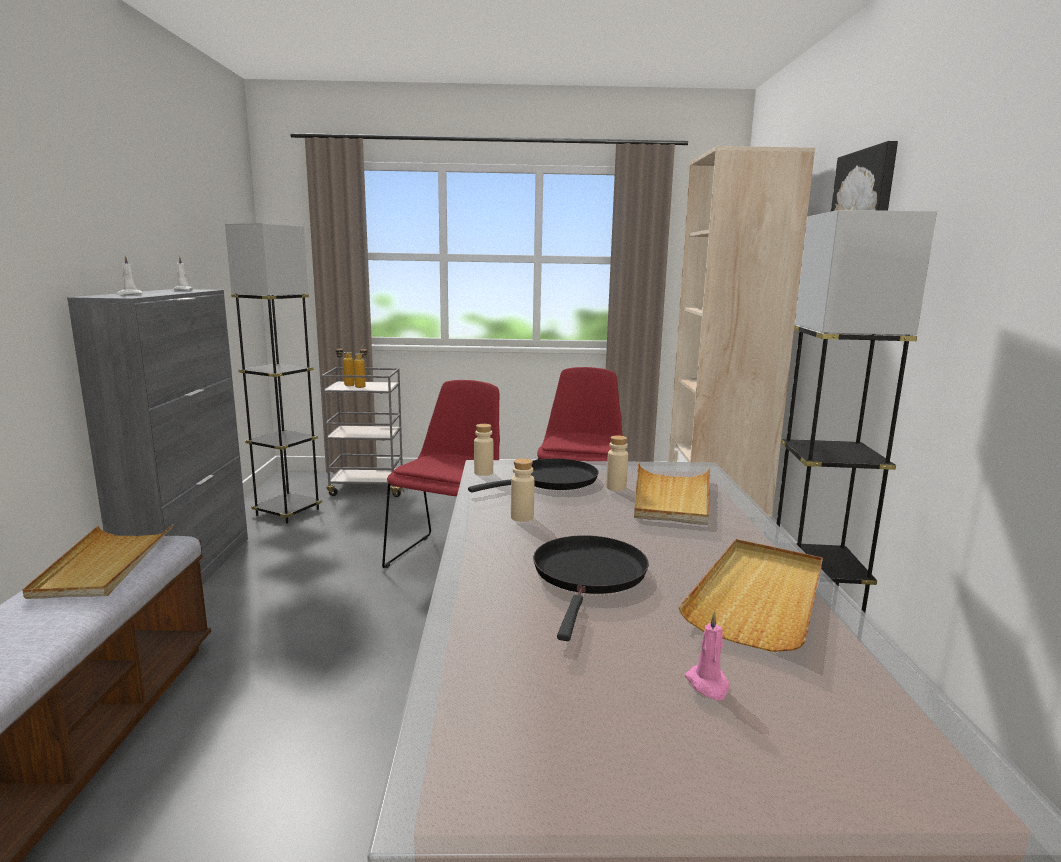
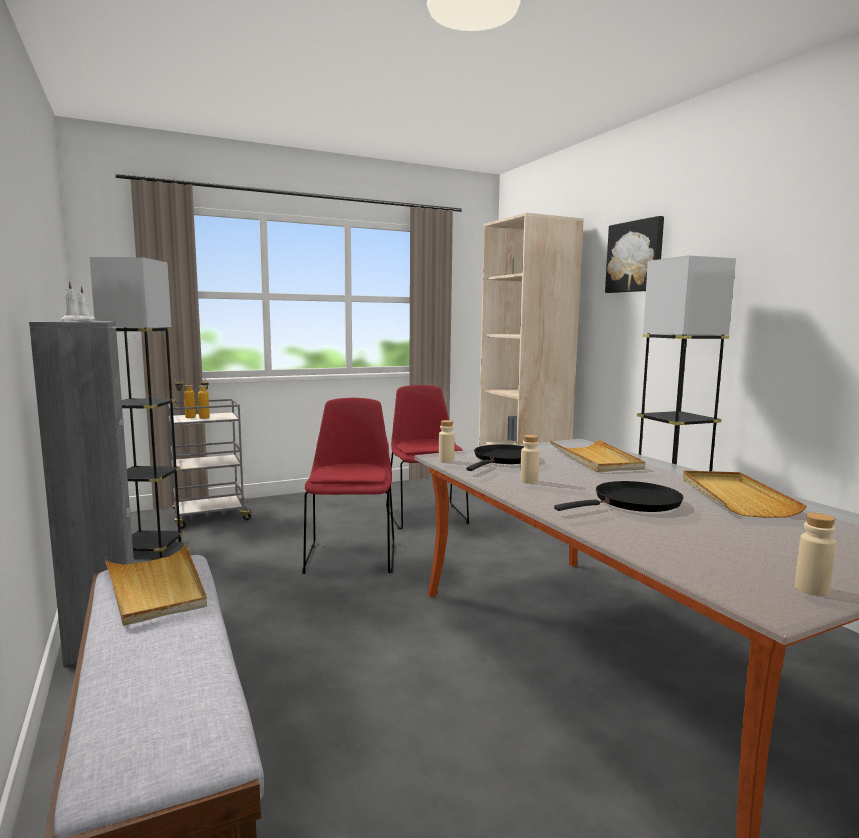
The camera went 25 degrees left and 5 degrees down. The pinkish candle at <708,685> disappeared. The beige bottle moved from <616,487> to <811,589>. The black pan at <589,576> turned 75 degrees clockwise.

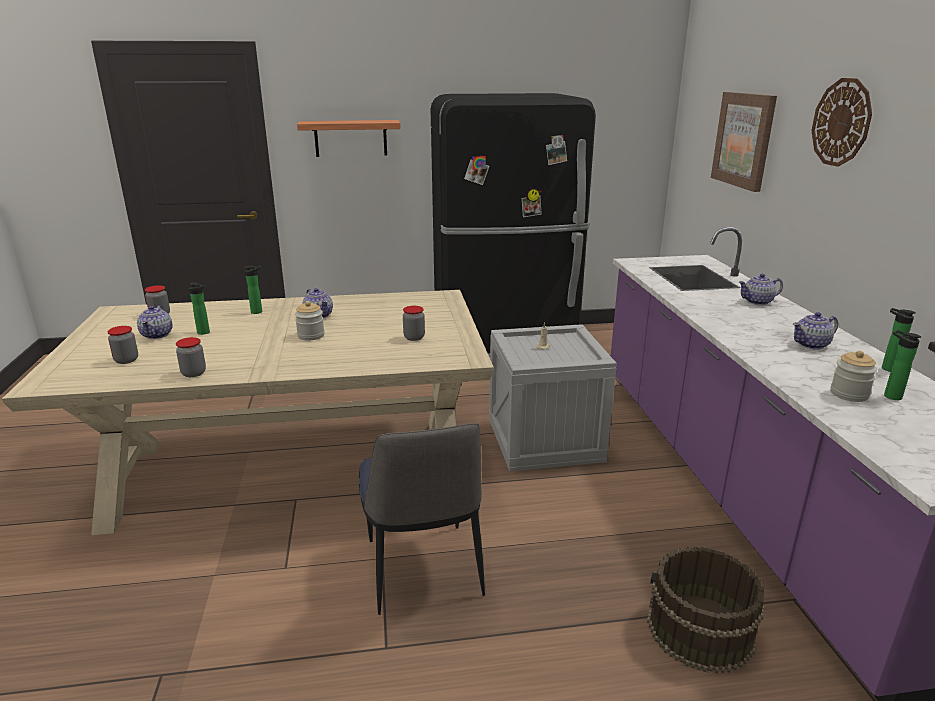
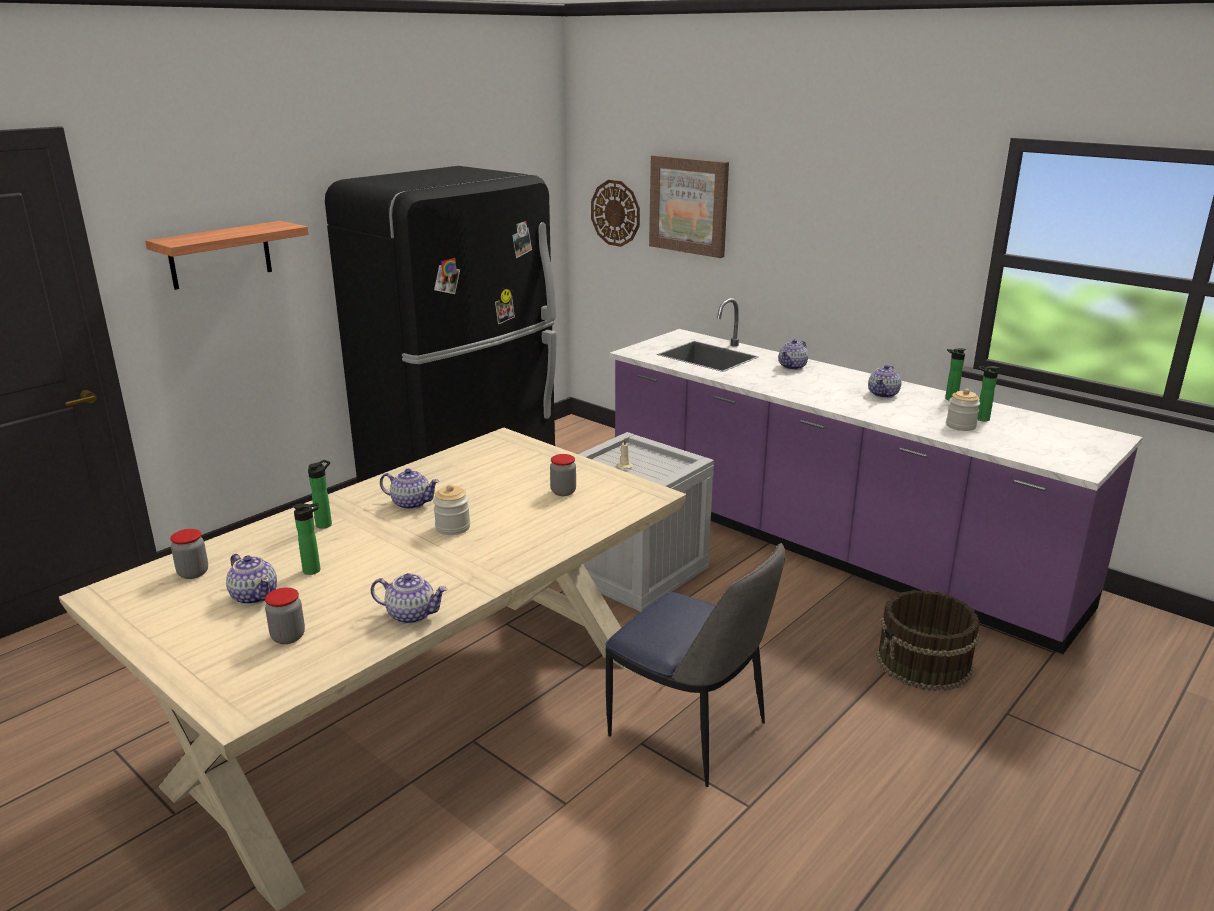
The camera went 40 degrees left and 0 degrees up. The clock on the wall moved from <841,122> to <615,213>. The preserve jar at <194,373> was replaced by the tea pot at <412,614>.

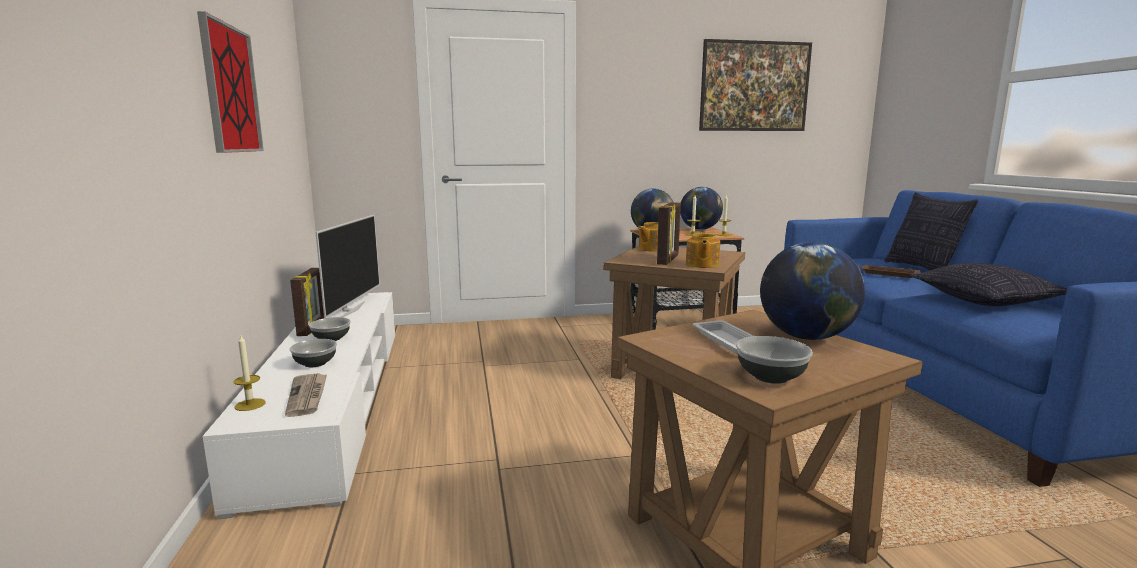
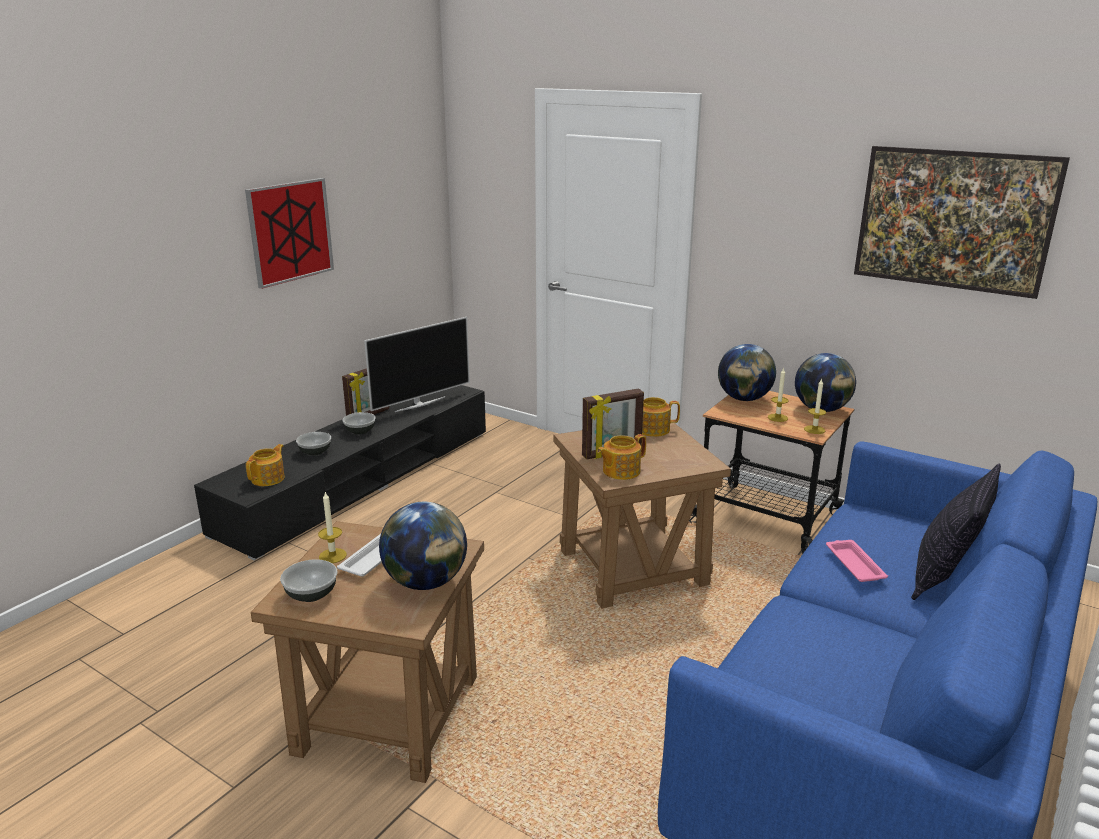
The camera went 45 degrees right and 10 degrees up. The cushion at <985,301> disappeared. The candle moved from <250,404> to <332,556>. The printed paper at <308,396> was replaced by the tea pot at <269,478>. The whitish tv unit at <334,400> became the black tv unit at <361,479>. The brownish carrying tray at <888,274> became the pinkish carrying tray at <854,564>.

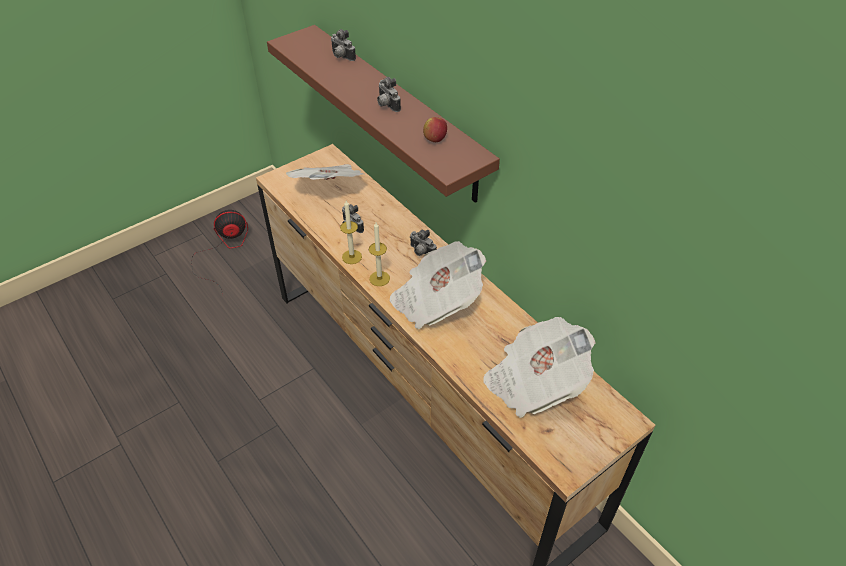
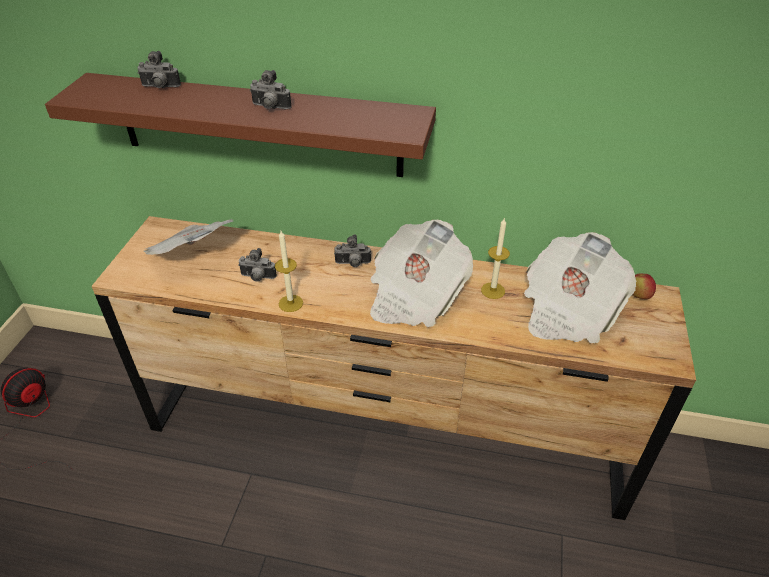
The camera went 40 degrees left and 5 degrees down. The candle moved from <379,278> to <493,290>. The whole apple moved from <435,139> to <638,296>.

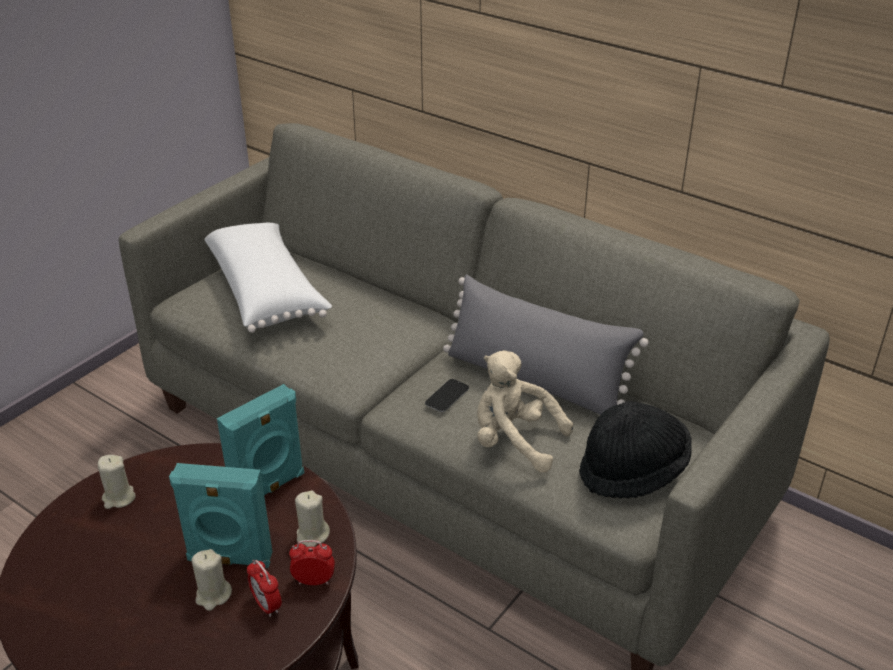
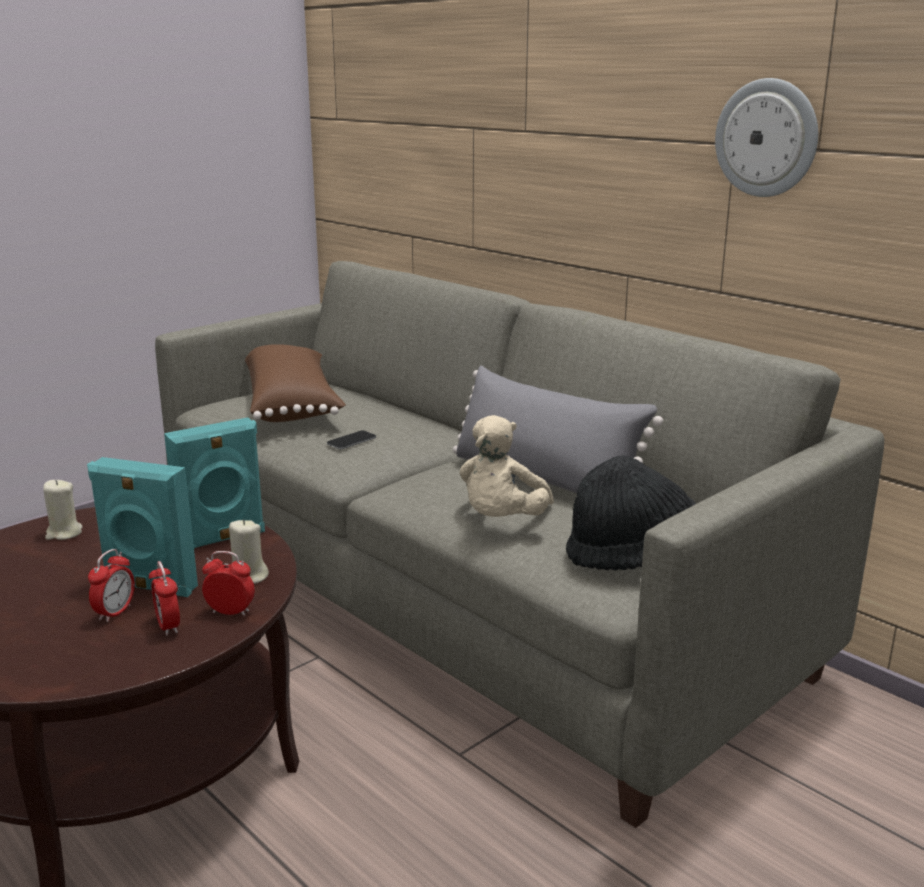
The camera went 10 degrees right and 15 degrees down. The clock on the wall at <767,138> appeared. The handset moved from <447,396> to <351,441>. The beige candle at <213,595> was replaced by the alarm clock at <115,613>. The whitish cushion at <267,292> became the brownish cushion at <292,405>. The beige soft toy at <514,441> turned 105 degrees counterclockwise.

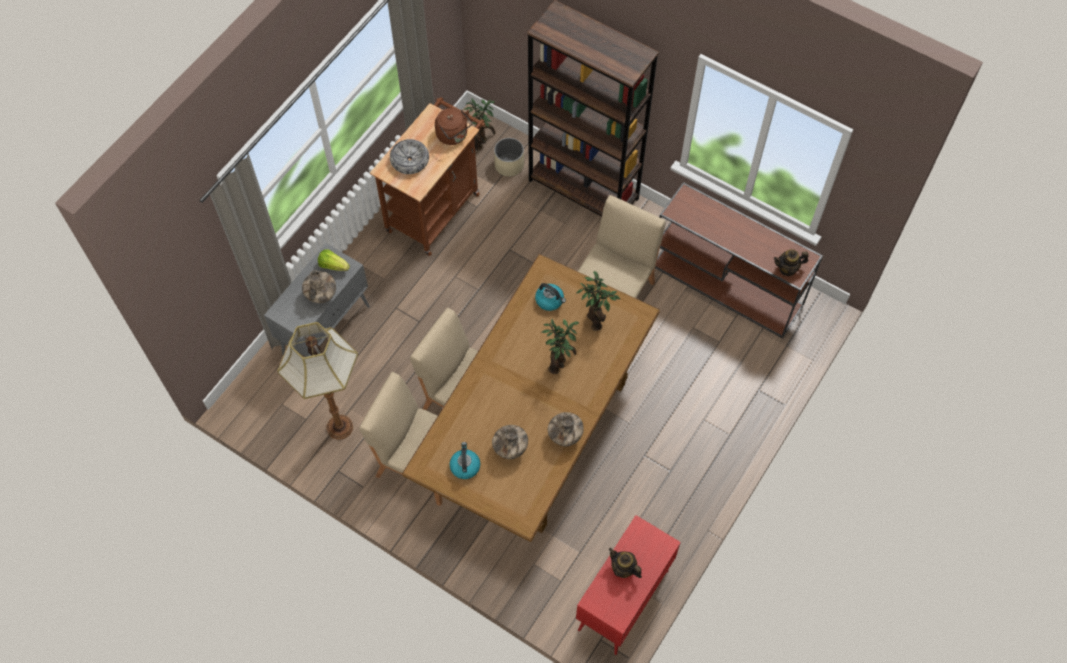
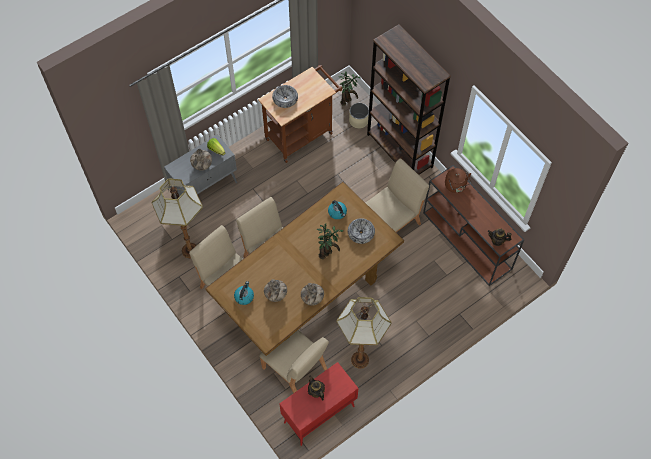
The camera went 20 degrees right and 0 degrees up. The beige upright chair at <295,369> appeared. The standing lamp at <360,360> appeared. The brownish kettle moved from <453,136> to <456,186>. The houseplant at <595,318> was replaced by the bowl at <361,233>.

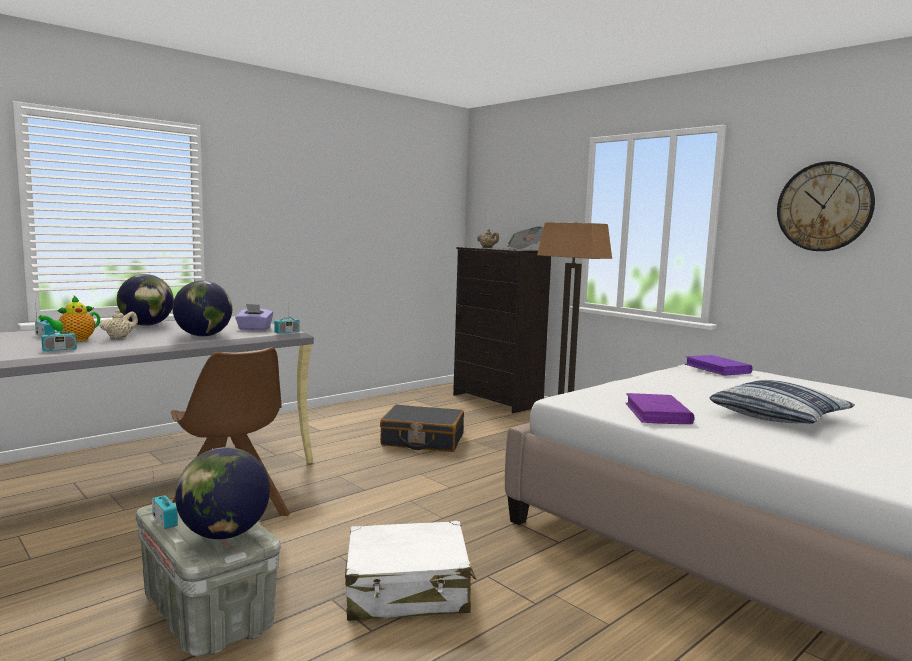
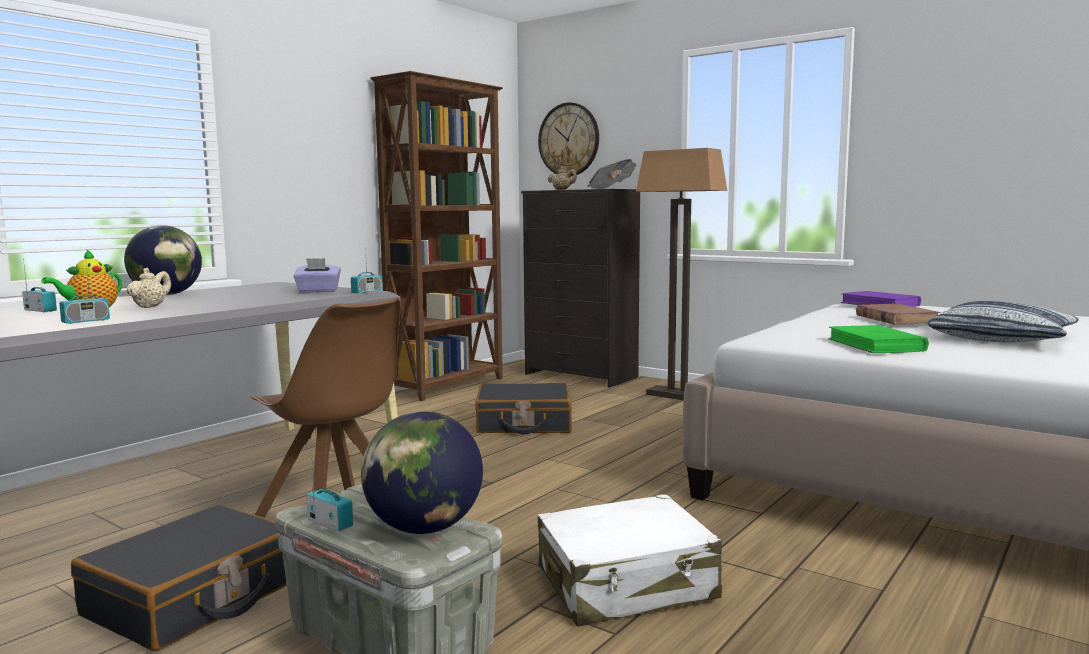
The camera went 10 degrees left and 0 degrees up. The globe at <204,336> disappeared. The black travel case at <194,598> appeared. The brownish bookcase at <448,386> appeared. The brownish book at <896,319> appeared. The clock on the wall moved from <824,207> to <569,140>. The purplish book at <657,413> became the green book at <876,345>.

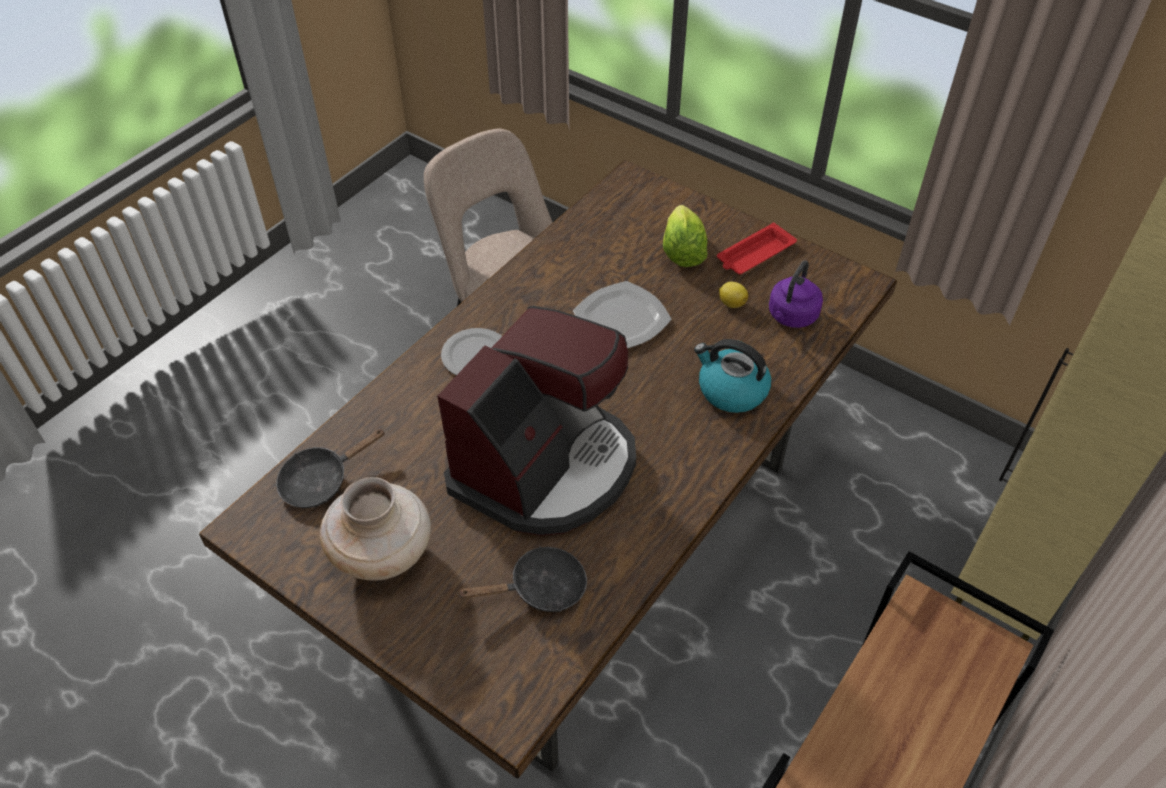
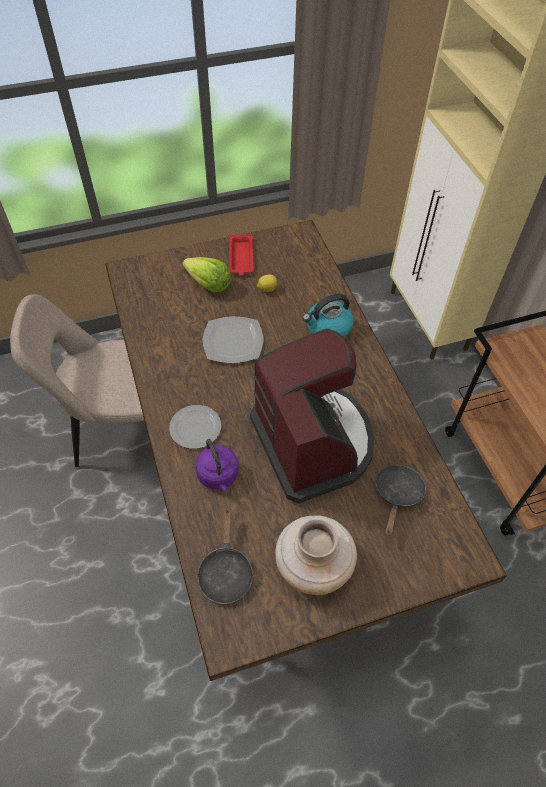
The camera went 55 degrees left and 5 degrees up. The purplish kettle moved from <791,317> to <218,476>.

